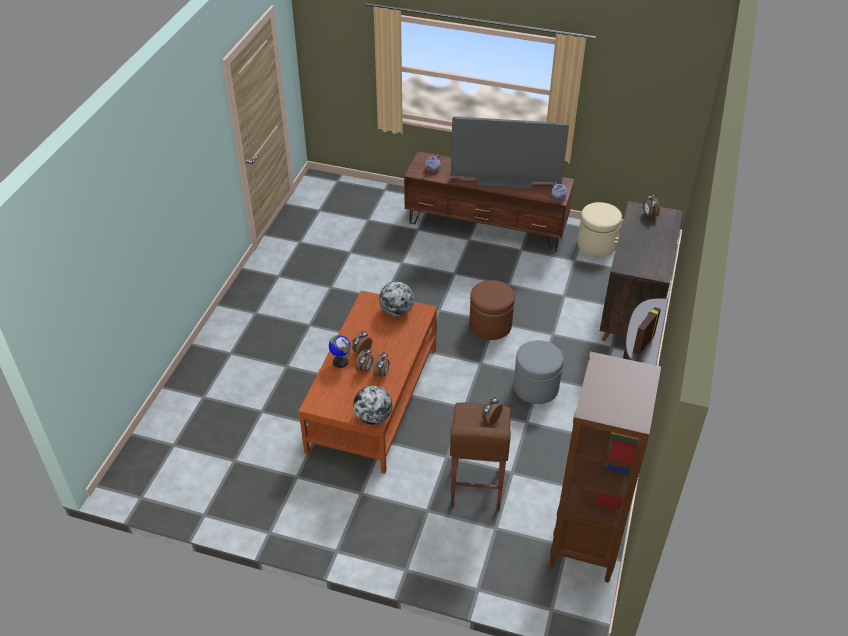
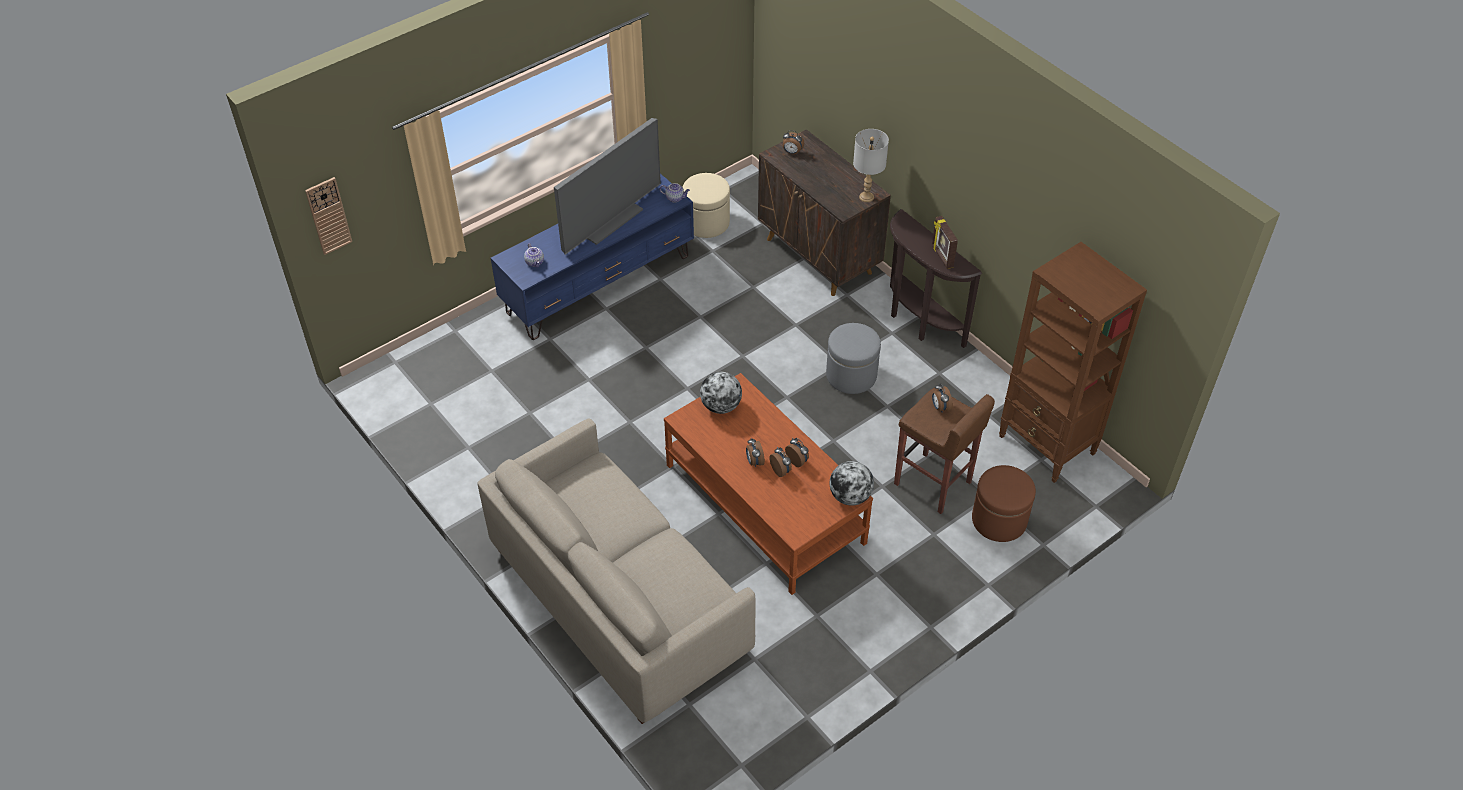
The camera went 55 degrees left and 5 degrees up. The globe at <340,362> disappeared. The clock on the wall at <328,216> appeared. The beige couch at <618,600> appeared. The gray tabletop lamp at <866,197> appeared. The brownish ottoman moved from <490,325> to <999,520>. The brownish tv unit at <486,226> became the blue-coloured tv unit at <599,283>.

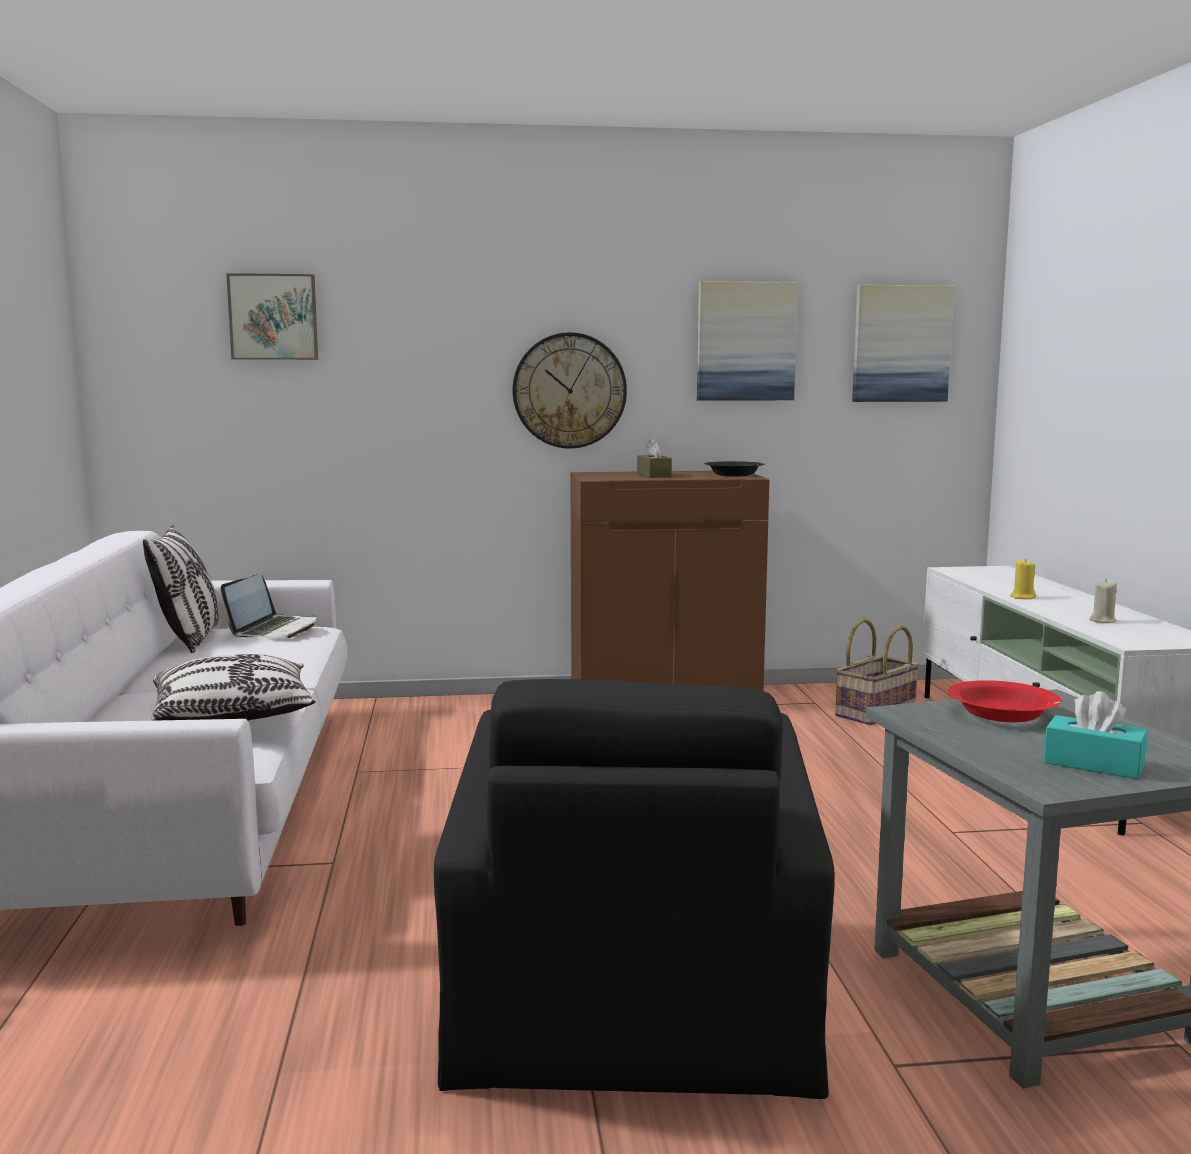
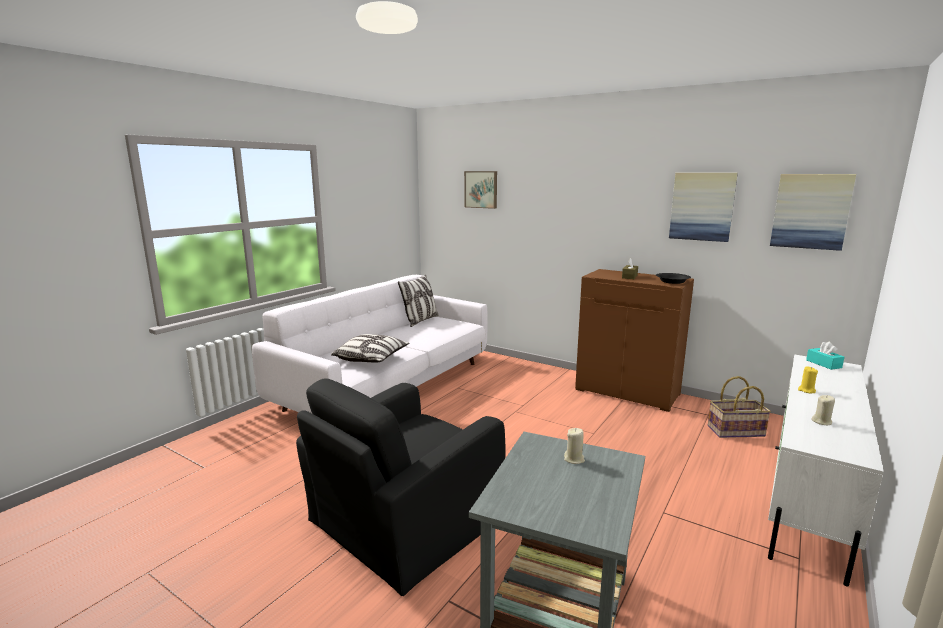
The camera went 40 degrees right and 5 degrees up. The portable computer at <274,629> disappeared. The clock on the wall at <569,390> disappeared. The turquoise box of tissues moved from <1093,764> to <823,364>. The reddish bowl at <1002,714> was replaced by the beige candle at <574,459>.

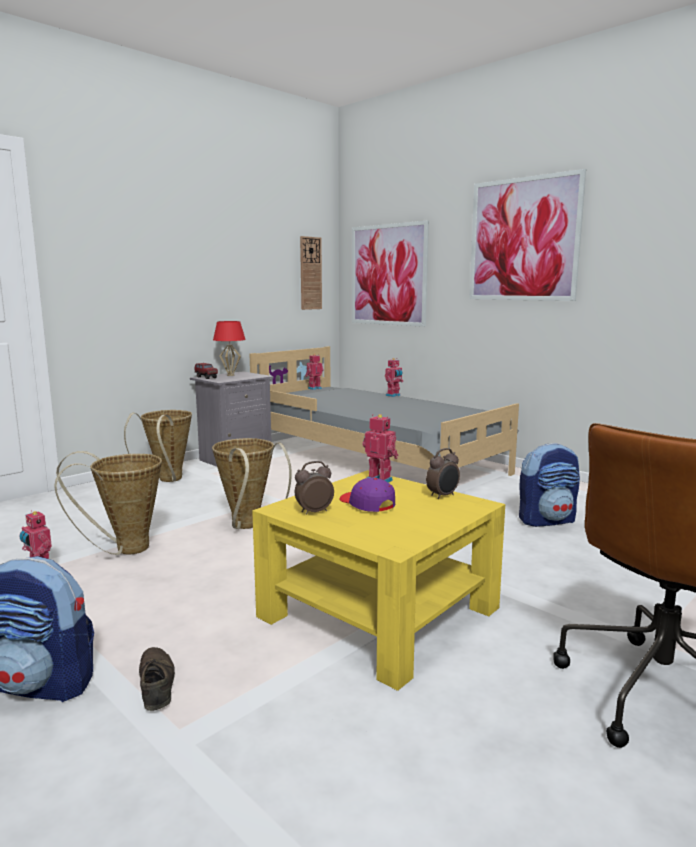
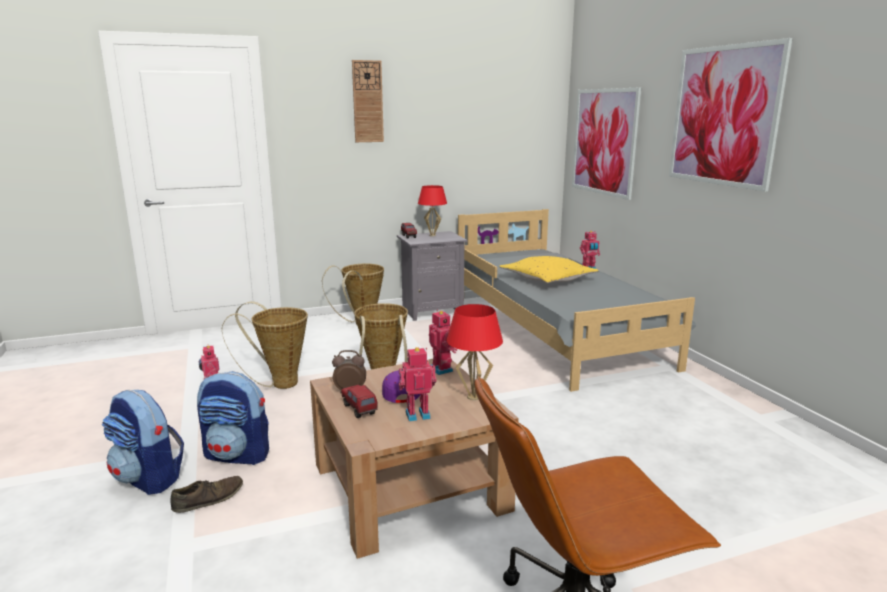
The camera went 25 degrees right and 5 degrees up. The toy truck at <359,410> appeared. The yellow cushion at <547,279> appeared. The clock on the wall moved from <310,273> to <367,101>. The model robot moved from <314,388> to <417,414>. The rucksack moved from <547,520> to <238,455>. The alarm clock at <443,496> was replaced by the reddish tabletop lamp at <473,397>. The yellow low table at <379,612> became the brownish low table at <409,486>. The brownish item of footwear at <156,683> turned 45 degrees clockwise.

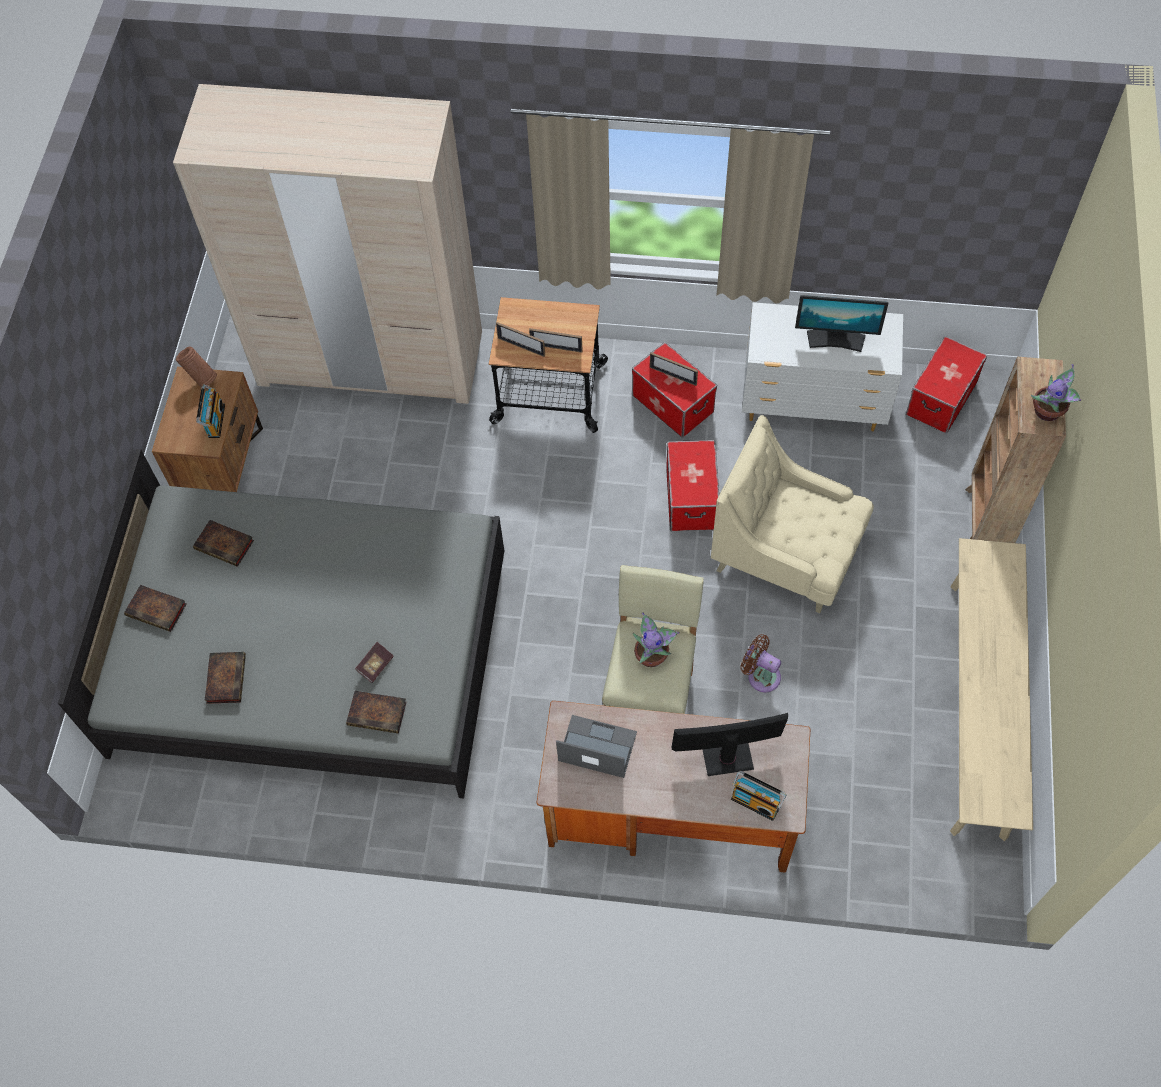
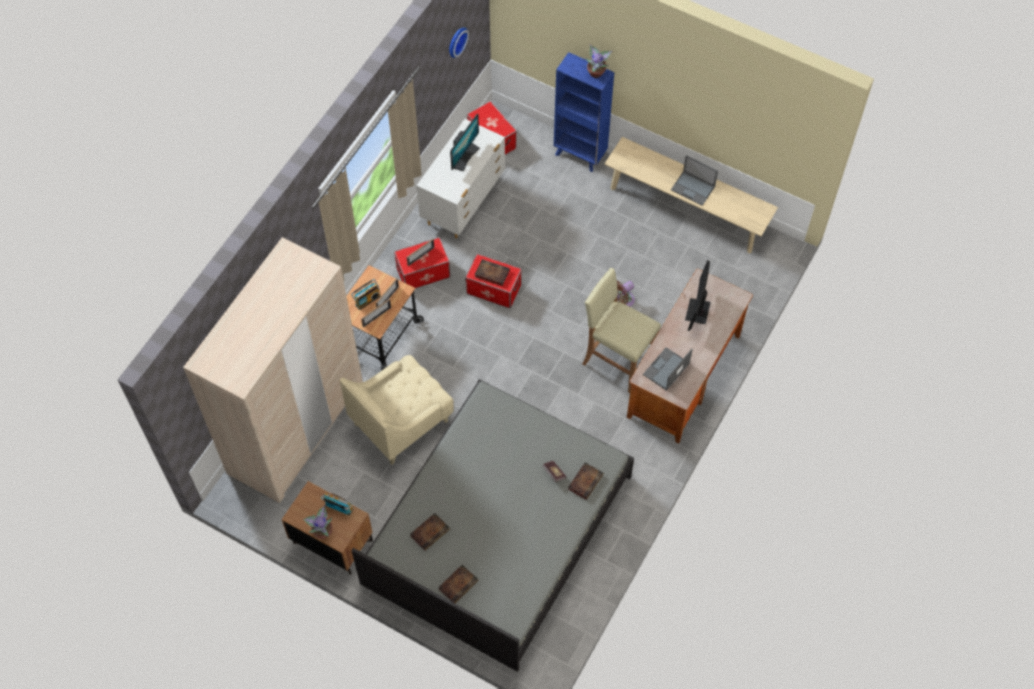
The camera went 70 degrees left and 0 degrees up. The brownish vase at <201,379> disappeared. The clock on the wall at <456,41> appeared. The portable computer at <693,188> appeared. The book moved from <226,678> to <491,273>. The houseplant moved from <652,655> to <322,531>. The beige armchair moved from <787,555> to <401,422>. The radio moved from <756,802> to <367,299>. The brownish bookcase at <986,521> became the blue-coloured bookcase at <580,155>.

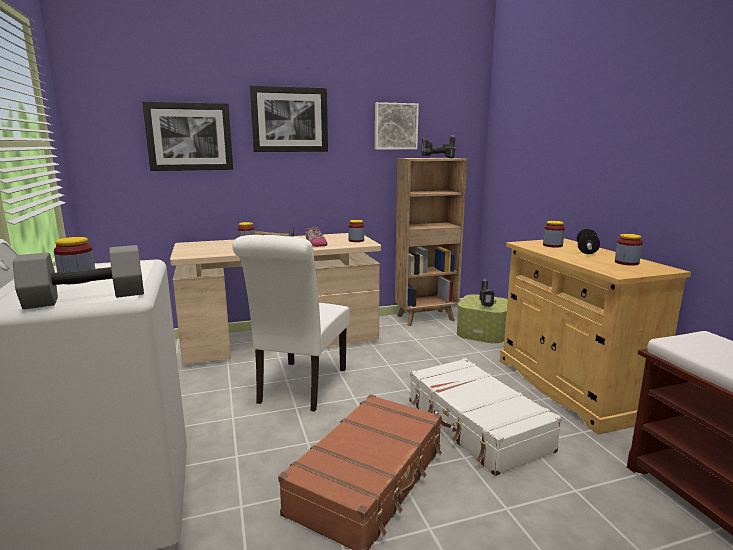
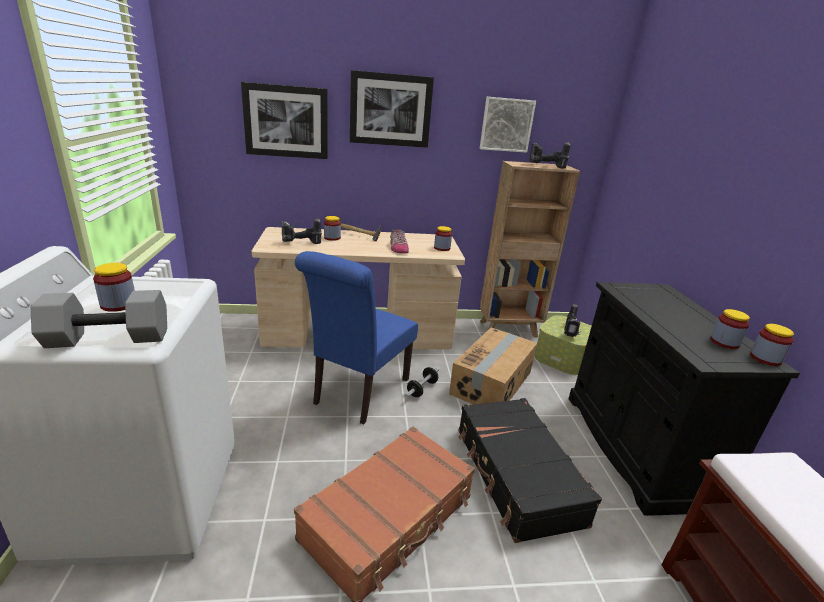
The camera went 10 degrees right and 10 degrees up. The electric drill at <300,243> appeared. The carton at <492,383> appeared. The preserve jar moved from <552,245> to <765,358>. The hand weight moved from <586,250> to <422,389>. The whitish upright chair at <299,388> became the blue-coloured upright chair at <358,393>. The whitish travel case at <476,425> became the black travel case at <516,475>. The beige storage cabinet at <570,387> became the black storage cabinet at <634,447>.

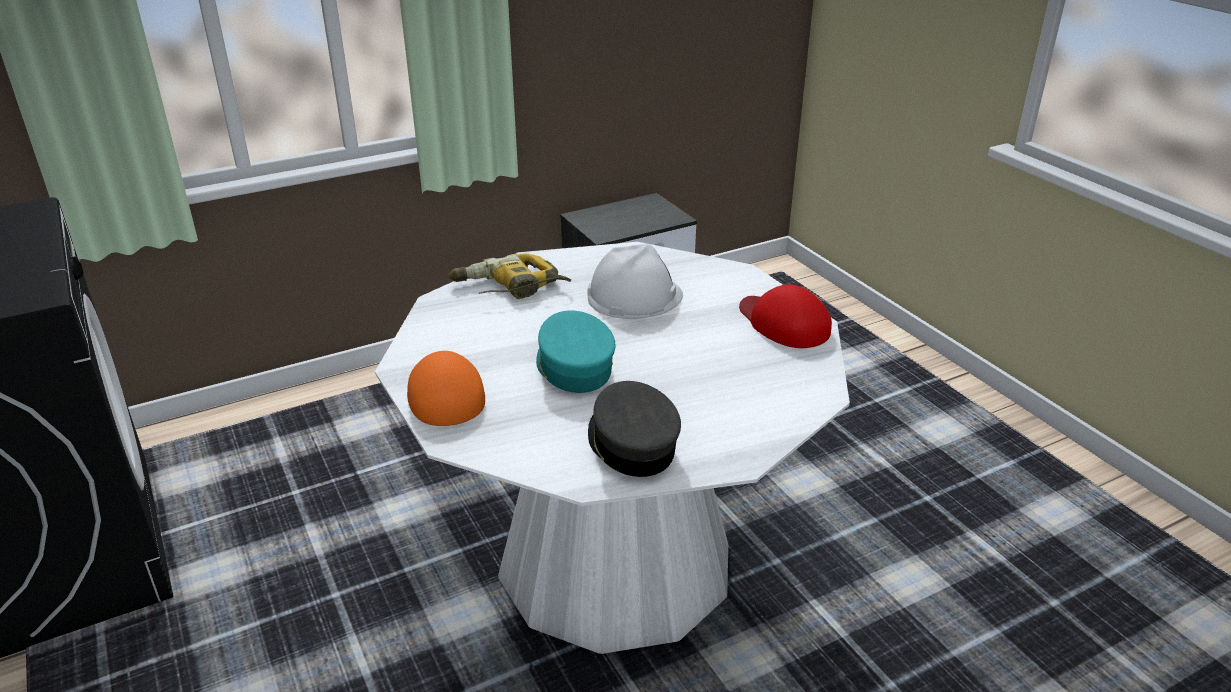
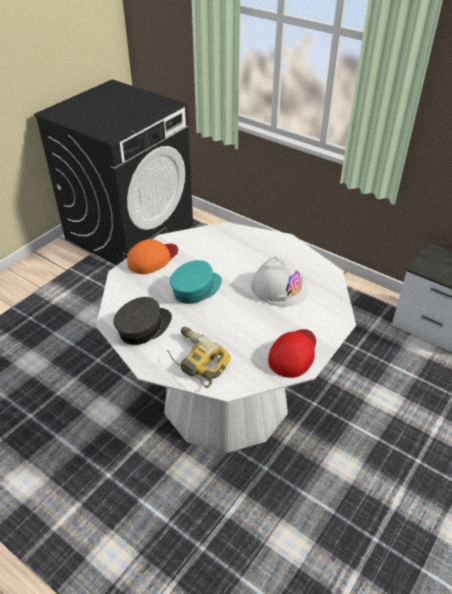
The camera went 65 degrees right and 10 degrees up. The electric drill moved from <509,288> to <196,361>.

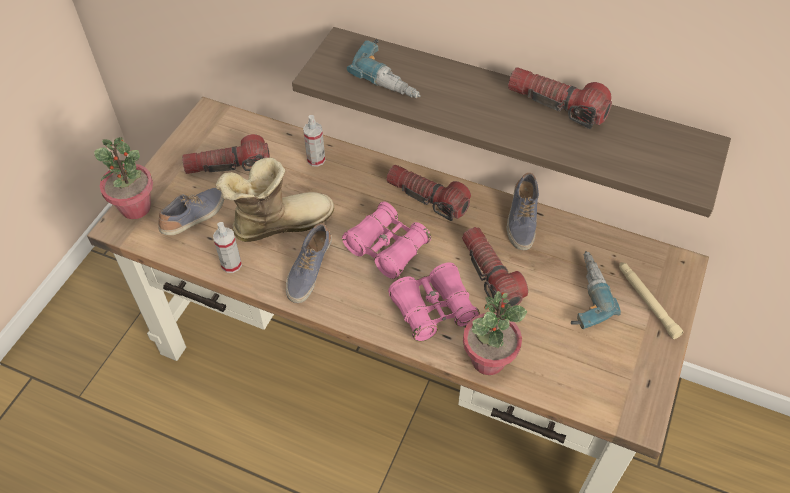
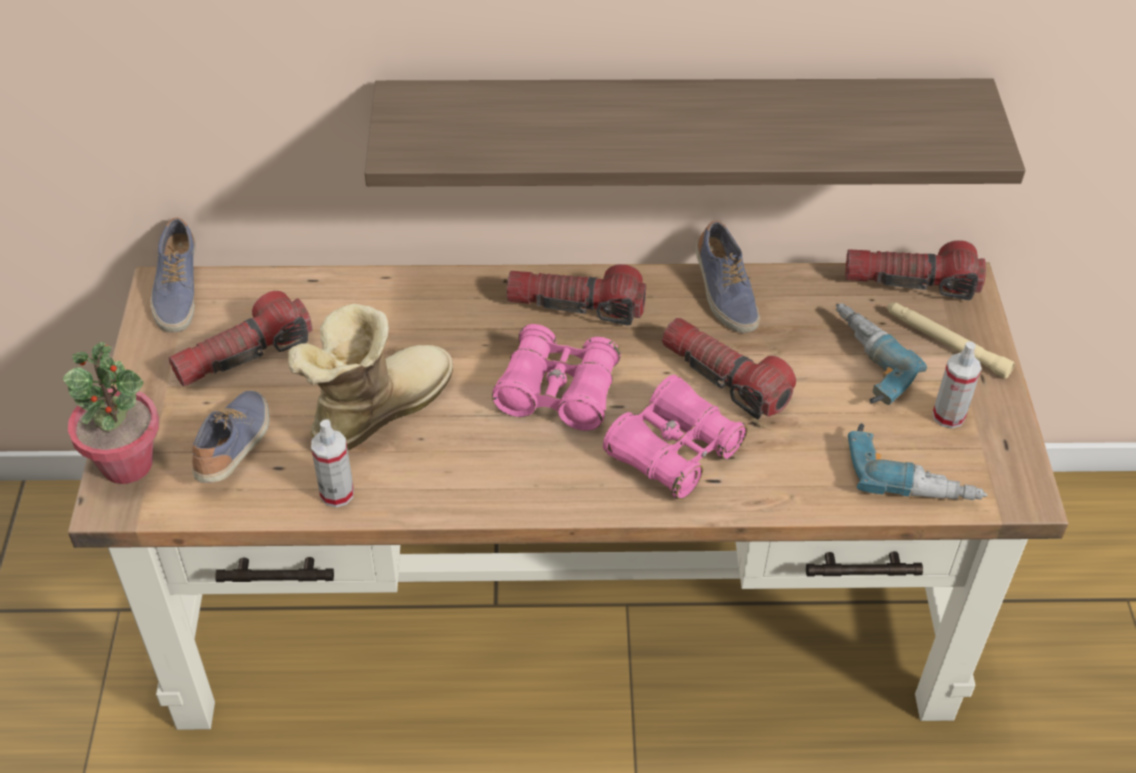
The camera went 25 degrees left and 5 degrees down. The houseplant at <488,360> disappeared. The item of footwear moved from <309,270> to <177,291>. The spray bottle moved from <316,159> to <948,416>. The electric drill moved from <391,76> to <913,474>. The torch moved from <556,105> to <911,283>.

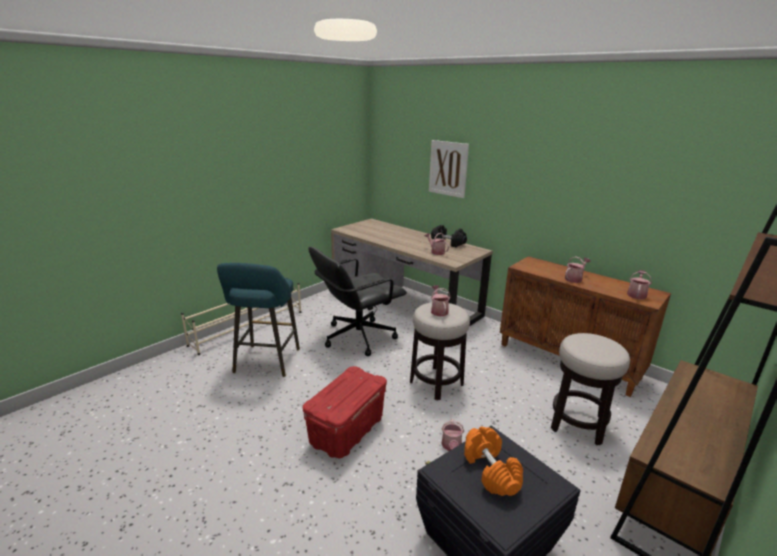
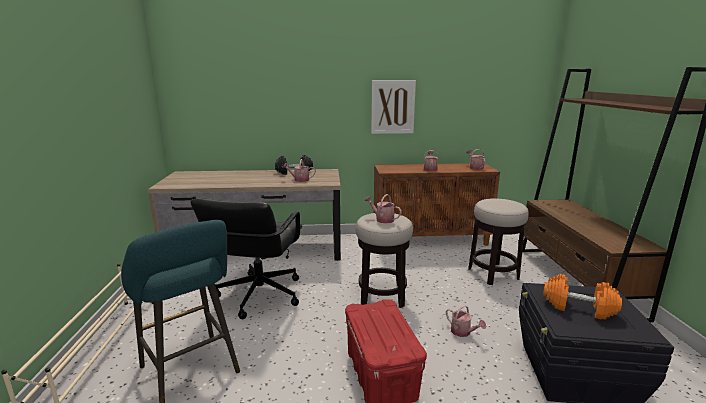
The camera went 45 degrees left and 5 degrees down. The wall art moved from <448,168> to <392,107>.

